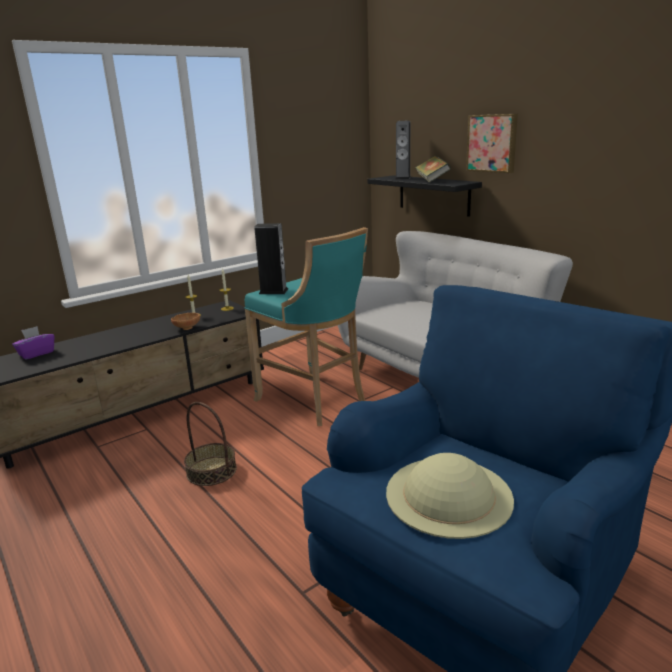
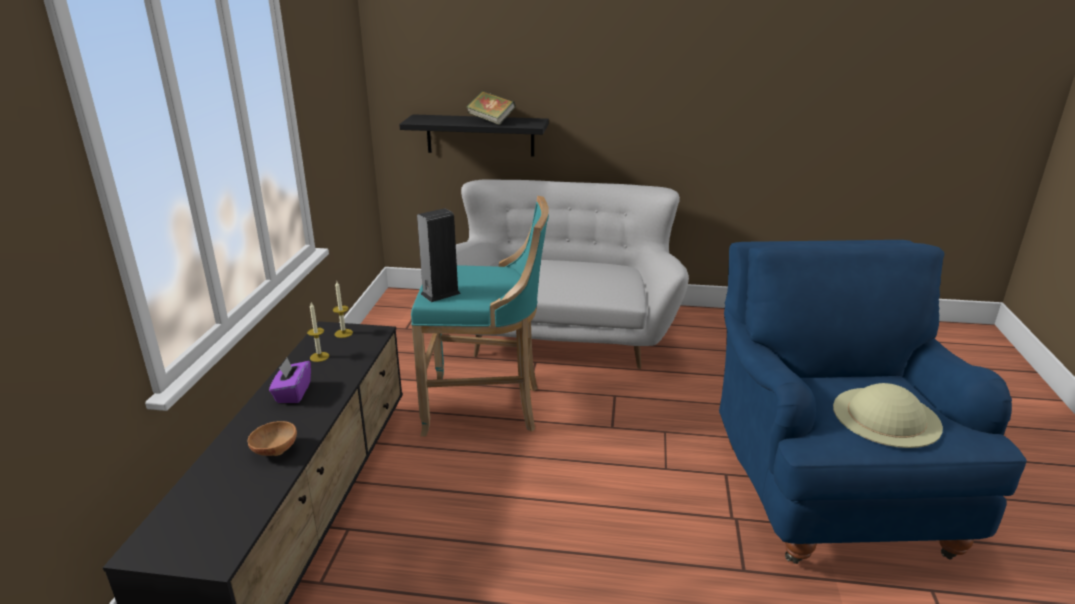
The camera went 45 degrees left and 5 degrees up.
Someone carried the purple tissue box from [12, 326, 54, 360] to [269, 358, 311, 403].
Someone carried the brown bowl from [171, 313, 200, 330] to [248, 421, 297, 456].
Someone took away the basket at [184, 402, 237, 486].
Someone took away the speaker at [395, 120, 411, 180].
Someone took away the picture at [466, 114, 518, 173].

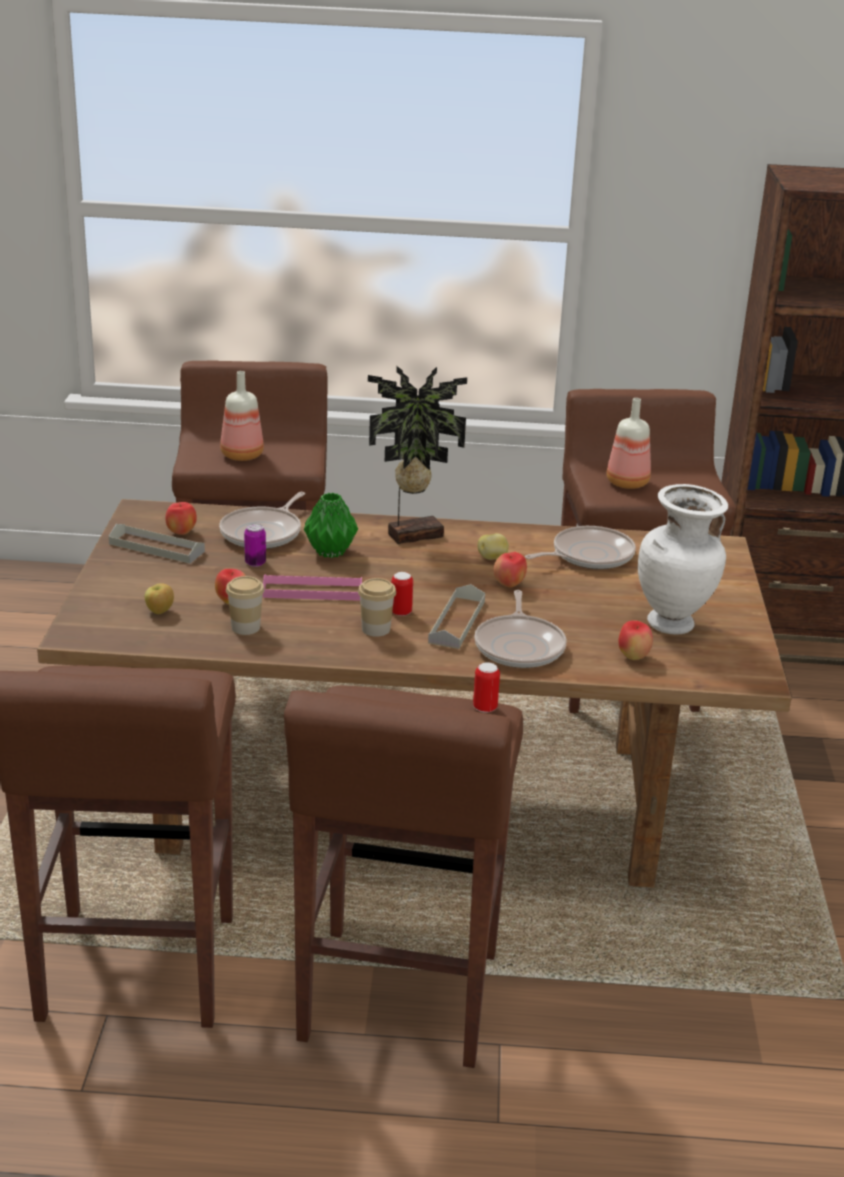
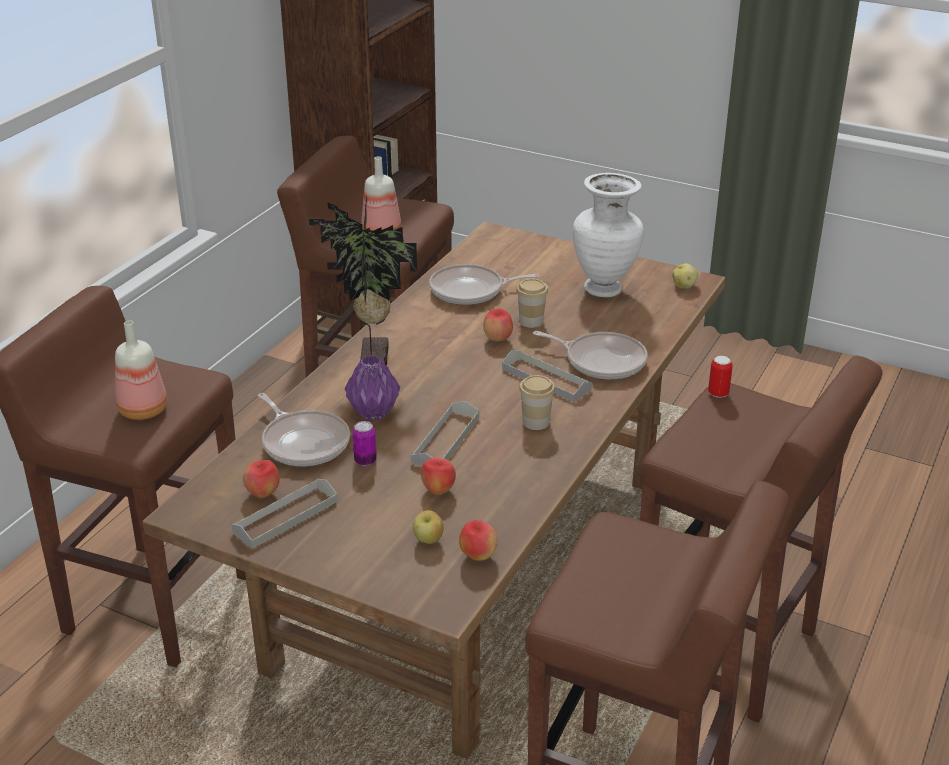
The camera went 65 degrees left and 5 degrees up.
Someone carried the cup from [226, 576, 264, 635] to [516, 279, 548, 328].
Someone repainted the pink tray at [263, 574, 362, 601], which became the grey tray at [411, 401, 479, 466].
Someone repainted the green vase at [304, 493, 358, 558], which became the purple vase at [345, 355, 400, 421].
Someone took away the can at [391, 572, 413, 616].
Someone carried the potato from [477, 533, 509, 560] to [672, 263, 698, 289].
Someone rotated the frying pan at [525, 526, 636, 569] by 90 degrees counterclockwise.
Someone carried the apple from [618, 620, 653, 660] to [459, 520, 498, 561].

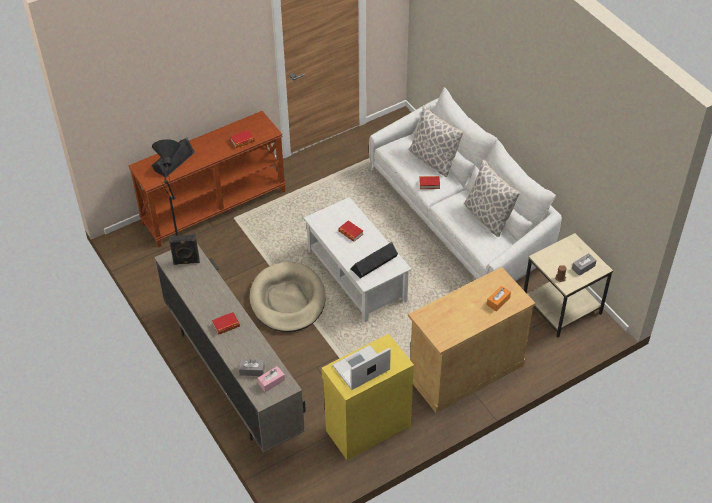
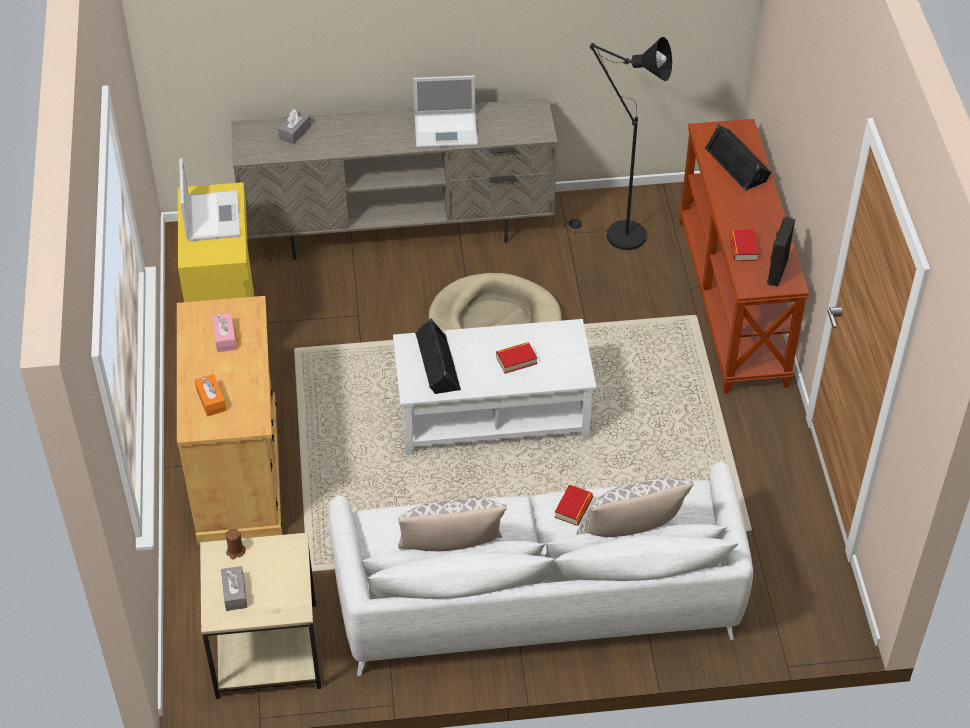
The camera went 115 degrees right and 0 degrees up.
Someone carried the black speaker from [169, 234, 200, 265] to [767, 216, 795, 287].
Someone took away the book at [212, 312, 240, 335].
Someone carried the pink tissue box from [258, 366, 285, 392] to [212, 313, 237, 352].
Someone put down the laptop at [413, 75, 478, 148].

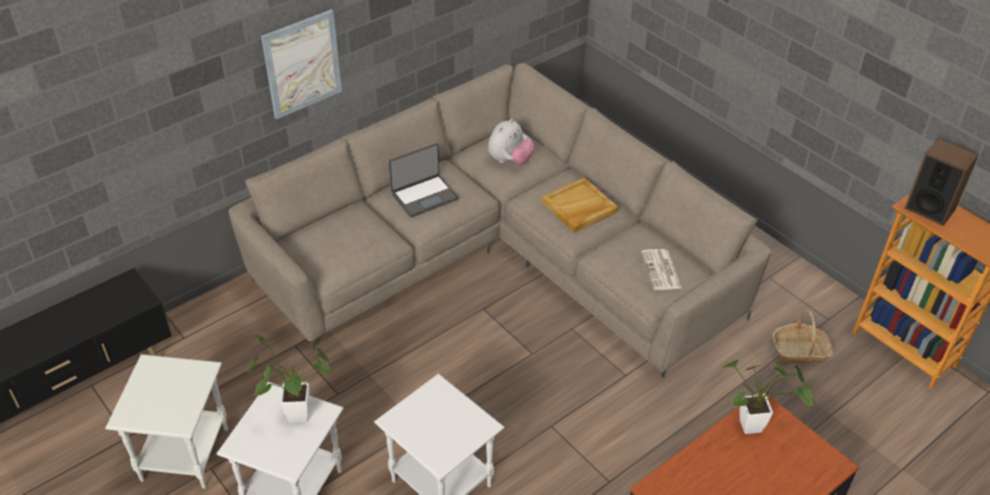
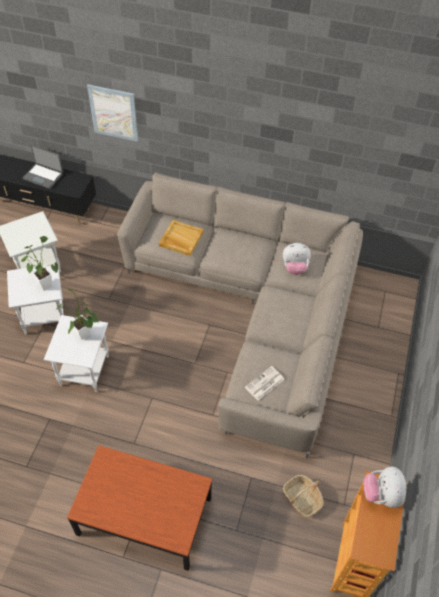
The camera went 55 degrees right and 10 degrees up.
Someone carried the picture from [261, 10, 342, 119] to [87, 84, 138, 142].
Someone carried the laptop from [389, 143, 459, 217] to [22, 145, 63, 189].
Someone carried the beige tray from [542, 178, 618, 233] to [159, 220, 203, 256].
Someone carried the potted plant from [722, 360, 814, 434] to [56, 289, 99, 340].
Someone swapped the speaker at [904, 138, 979, 226] for the plush toy at [363, 466, 406, 508].

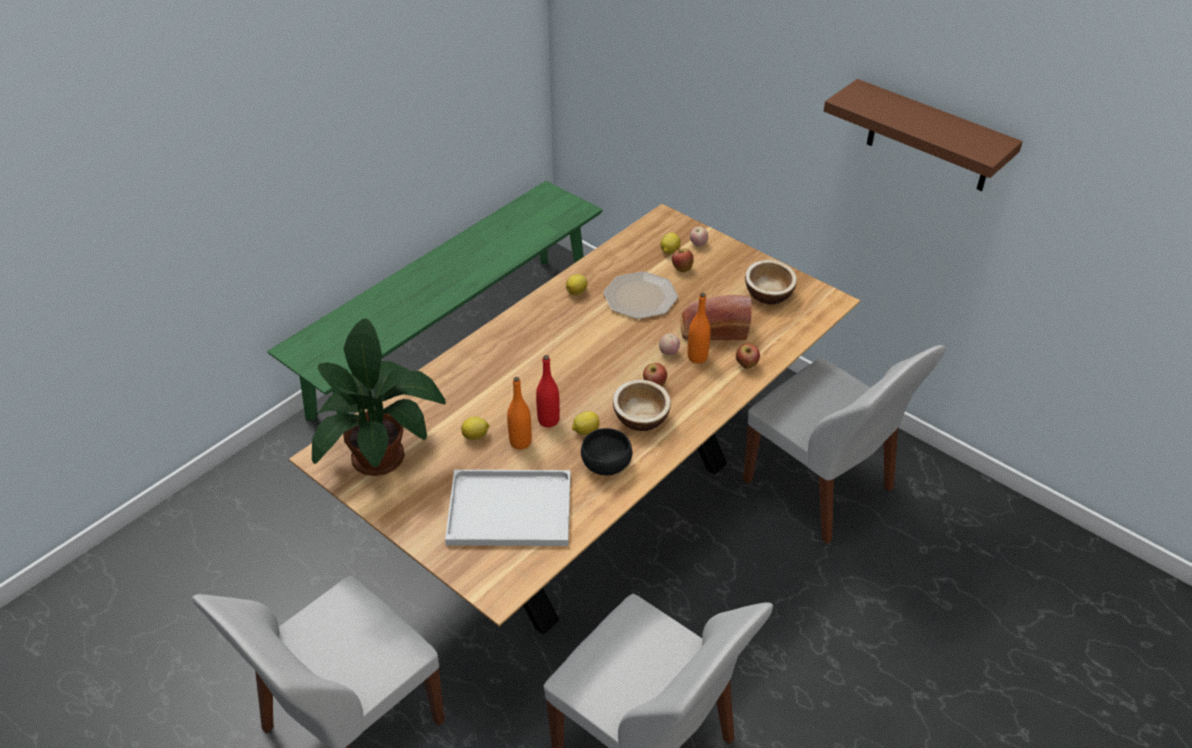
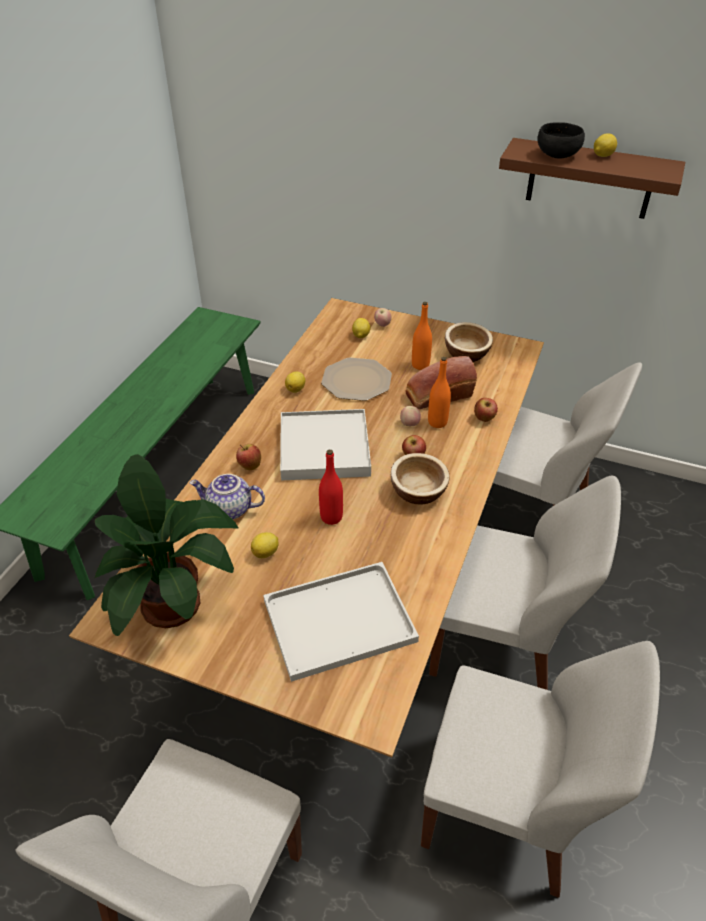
The camera went 20 degrees left and 0 degrees up.
Someone carried the orange bottle from [507, 377, 532, 450] to [412, 302, 432, 370].
Someone carried the lemon from [572, 411, 600, 435] to [594, 133, 617, 157].
Someone carried the black bowl from [581, 428, 633, 476] to [537, 122, 585, 159].
Someone carried the apple from [672, 247, 694, 272] to [236, 444, 261, 470].
Someone put down the teapot at [189, 474, 265, 520].
Someone put down the white tray at [280, 409, 371, 480].
Someone put down the white chair at [429, 476, 621, 690].

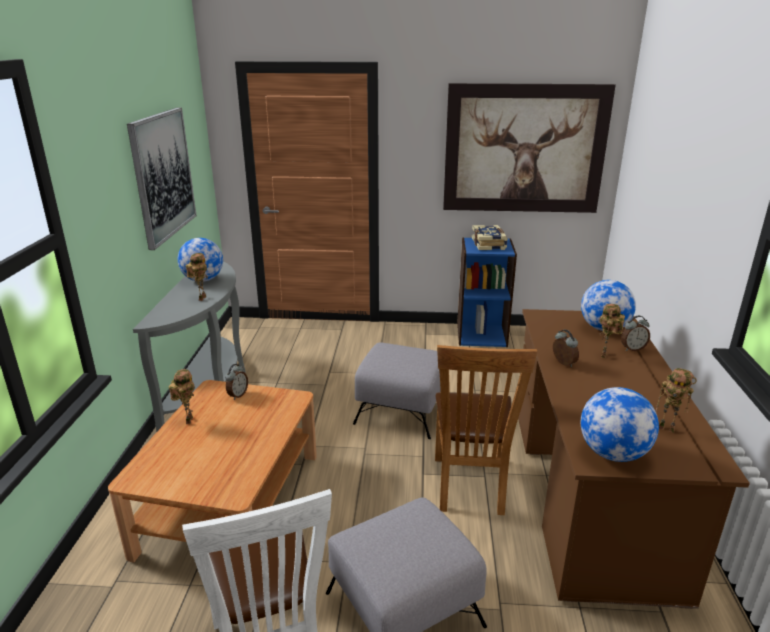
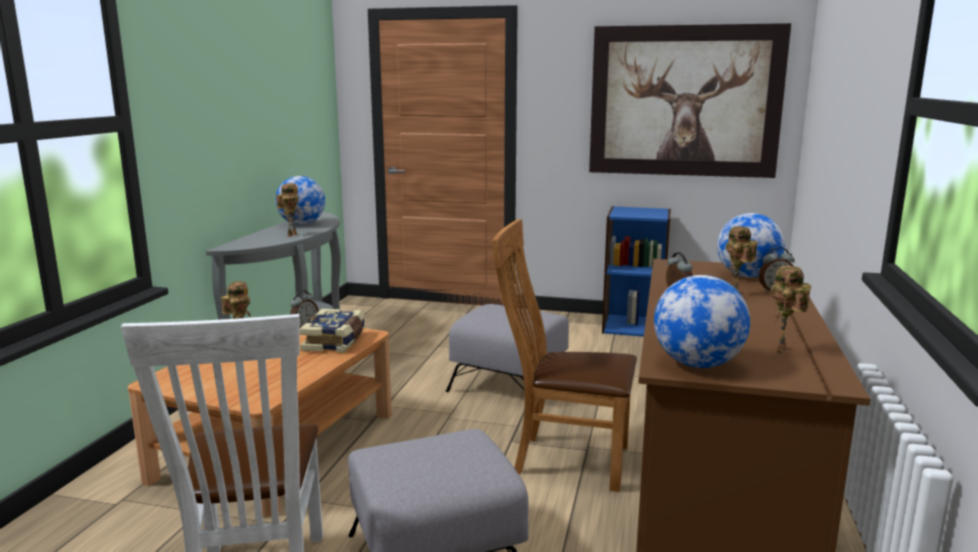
The camera went 10 degrees right and 10 degrees down.
Someone took away the picture at [127, 108, 197, 250].
Someone rotated the brown chair at [435, 345, 537, 515] by 90 degrees clockwise.
Someone carried the book from [472, 225, 508, 250] to [300, 309, 365, 353].
Someone rotated the toy robot at [656, 368, 697, 433] by 75 degrees clockwise.

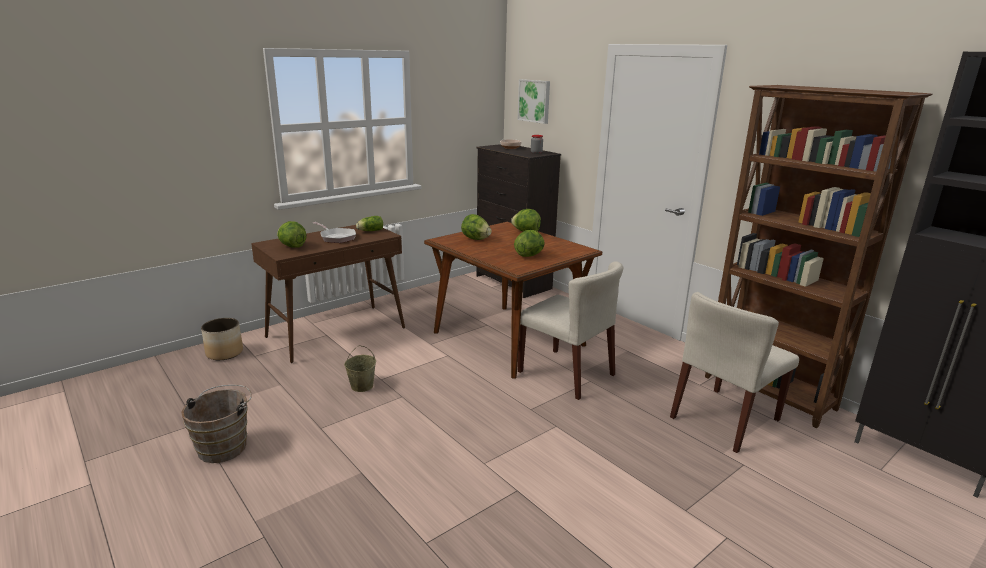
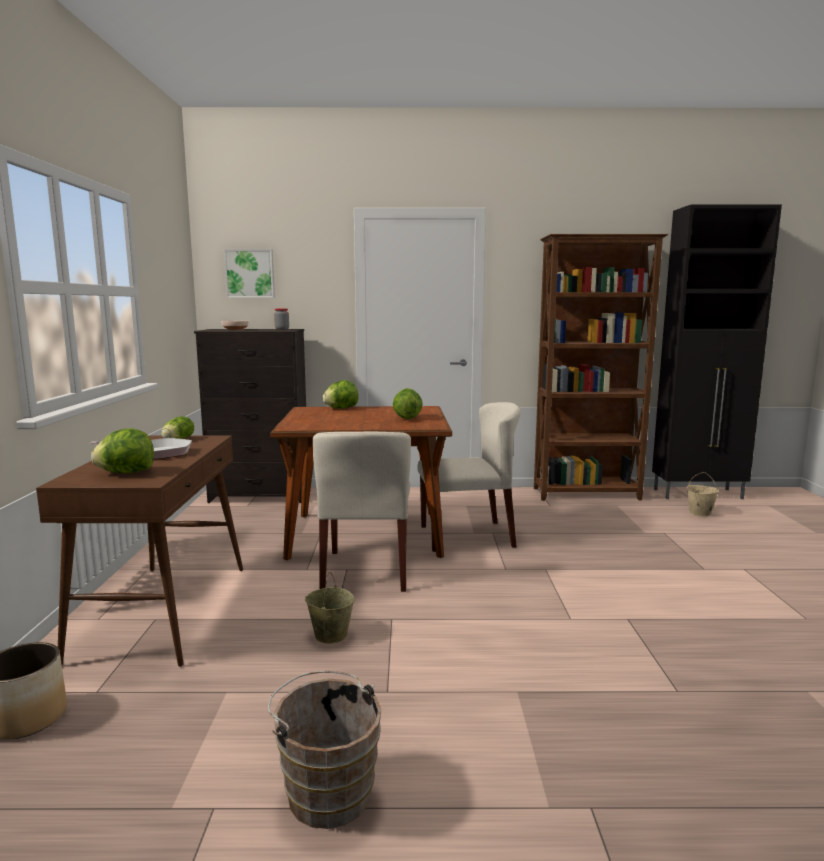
The camera went 50 degrees left and 10 degrees down.
Someone took away the lettuce at [461, 214, 492, 240].
Someone carried the beige chair from [670, 292, 799, 453] to [313, 432, 411, 592].
Someone put down the beige bucket at [687, 472, 719, 517].

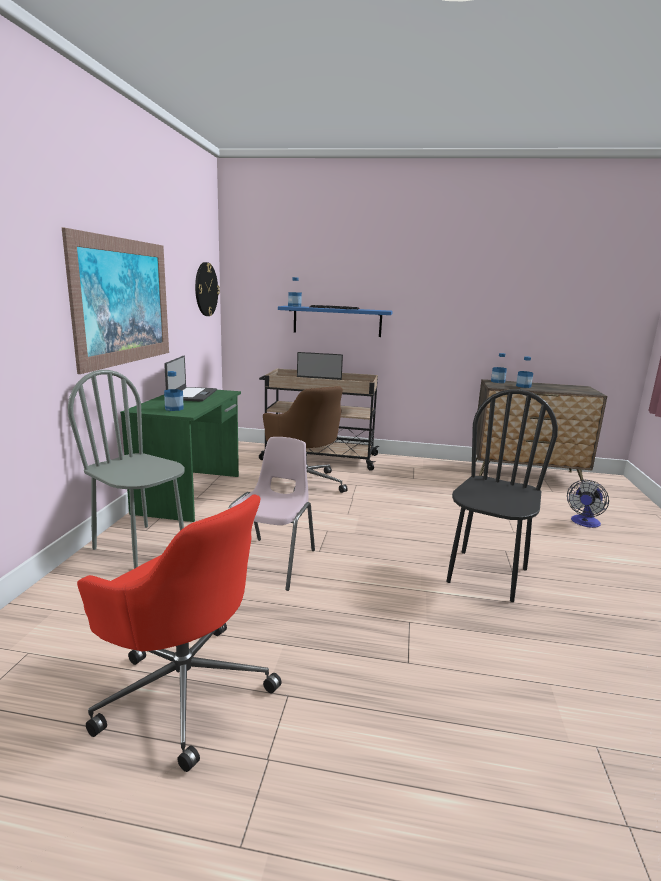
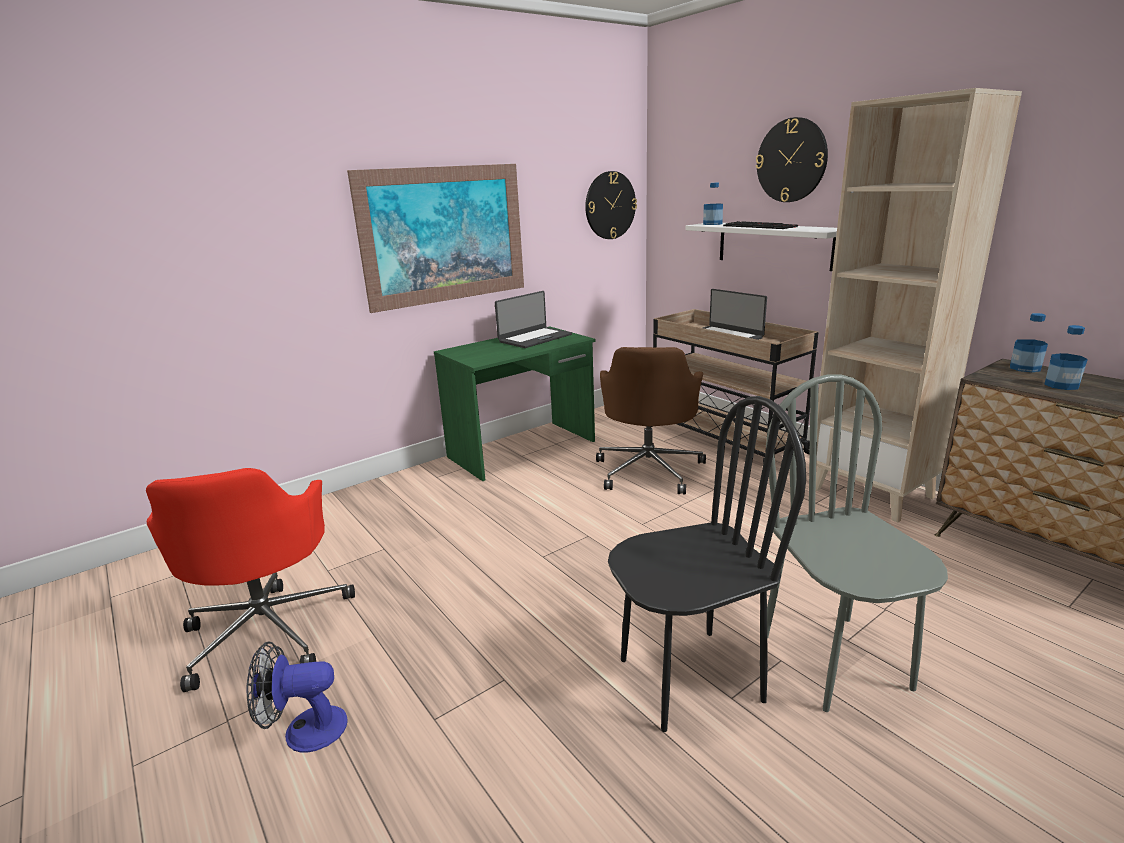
The camera went 45 degrees right and 5 degrees up.
Someone carried the grey chair from [68, 370, 185, 569] to [766, 374, 948, 712].
Someone took away the bottle at [164, 371, 184, 411].
Someone took away the pink chair at [228, 437, 315, 591].
Someone repainted the blue shelf at [278, 306, 393, 337], which became the white shelf at [685, 223, 837, 271].
Someone carried the fan from [567, 480, 609, 528] to [247, 641, 348, 753].
Someone put up the wall clock at [756, 117, 828, 202].
Someone put down the beige bookcase at [816, 88, 1022, 523].

